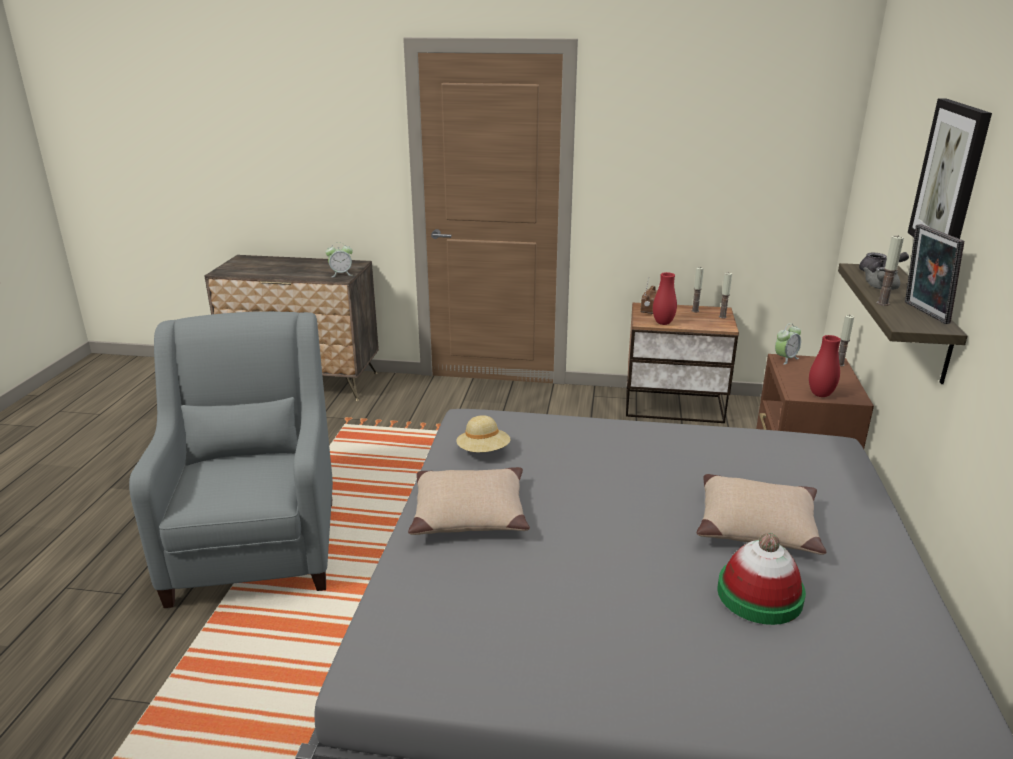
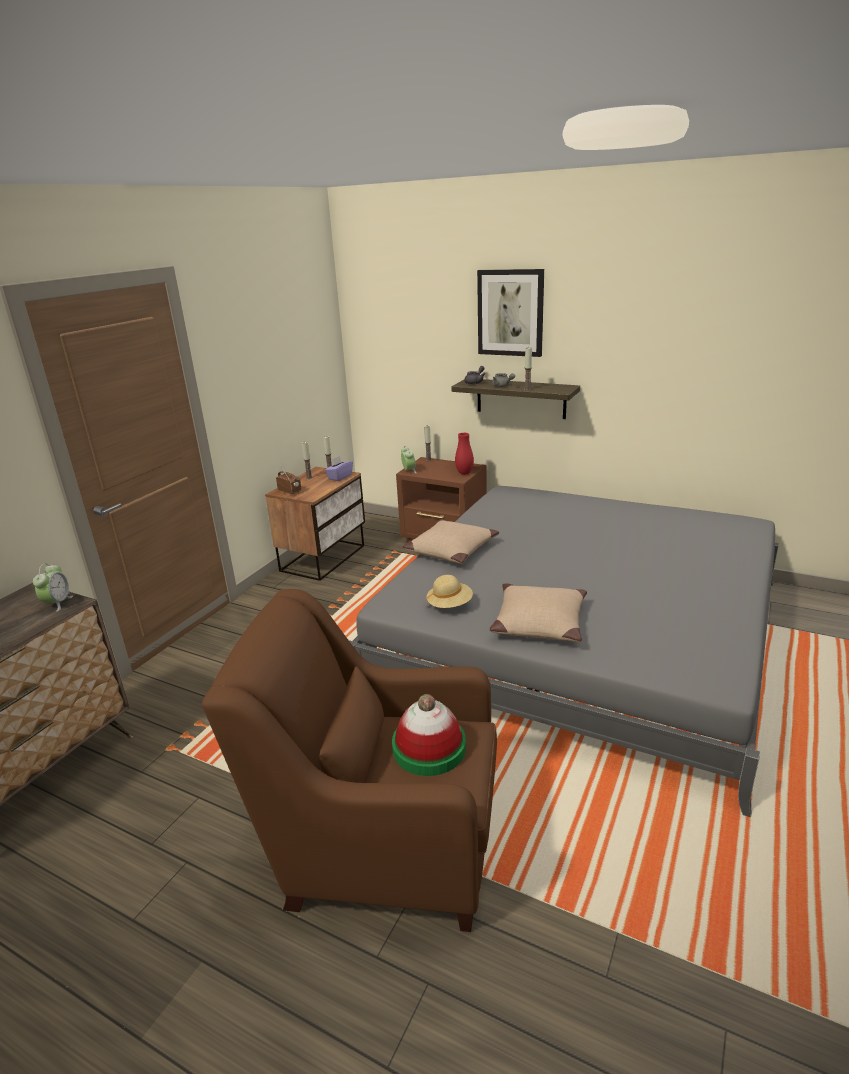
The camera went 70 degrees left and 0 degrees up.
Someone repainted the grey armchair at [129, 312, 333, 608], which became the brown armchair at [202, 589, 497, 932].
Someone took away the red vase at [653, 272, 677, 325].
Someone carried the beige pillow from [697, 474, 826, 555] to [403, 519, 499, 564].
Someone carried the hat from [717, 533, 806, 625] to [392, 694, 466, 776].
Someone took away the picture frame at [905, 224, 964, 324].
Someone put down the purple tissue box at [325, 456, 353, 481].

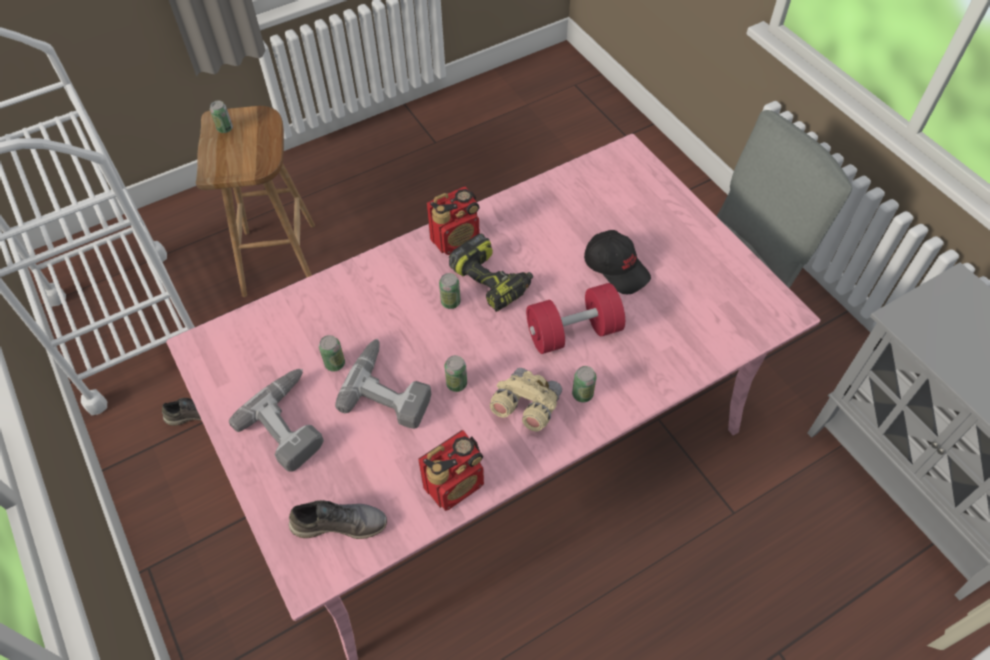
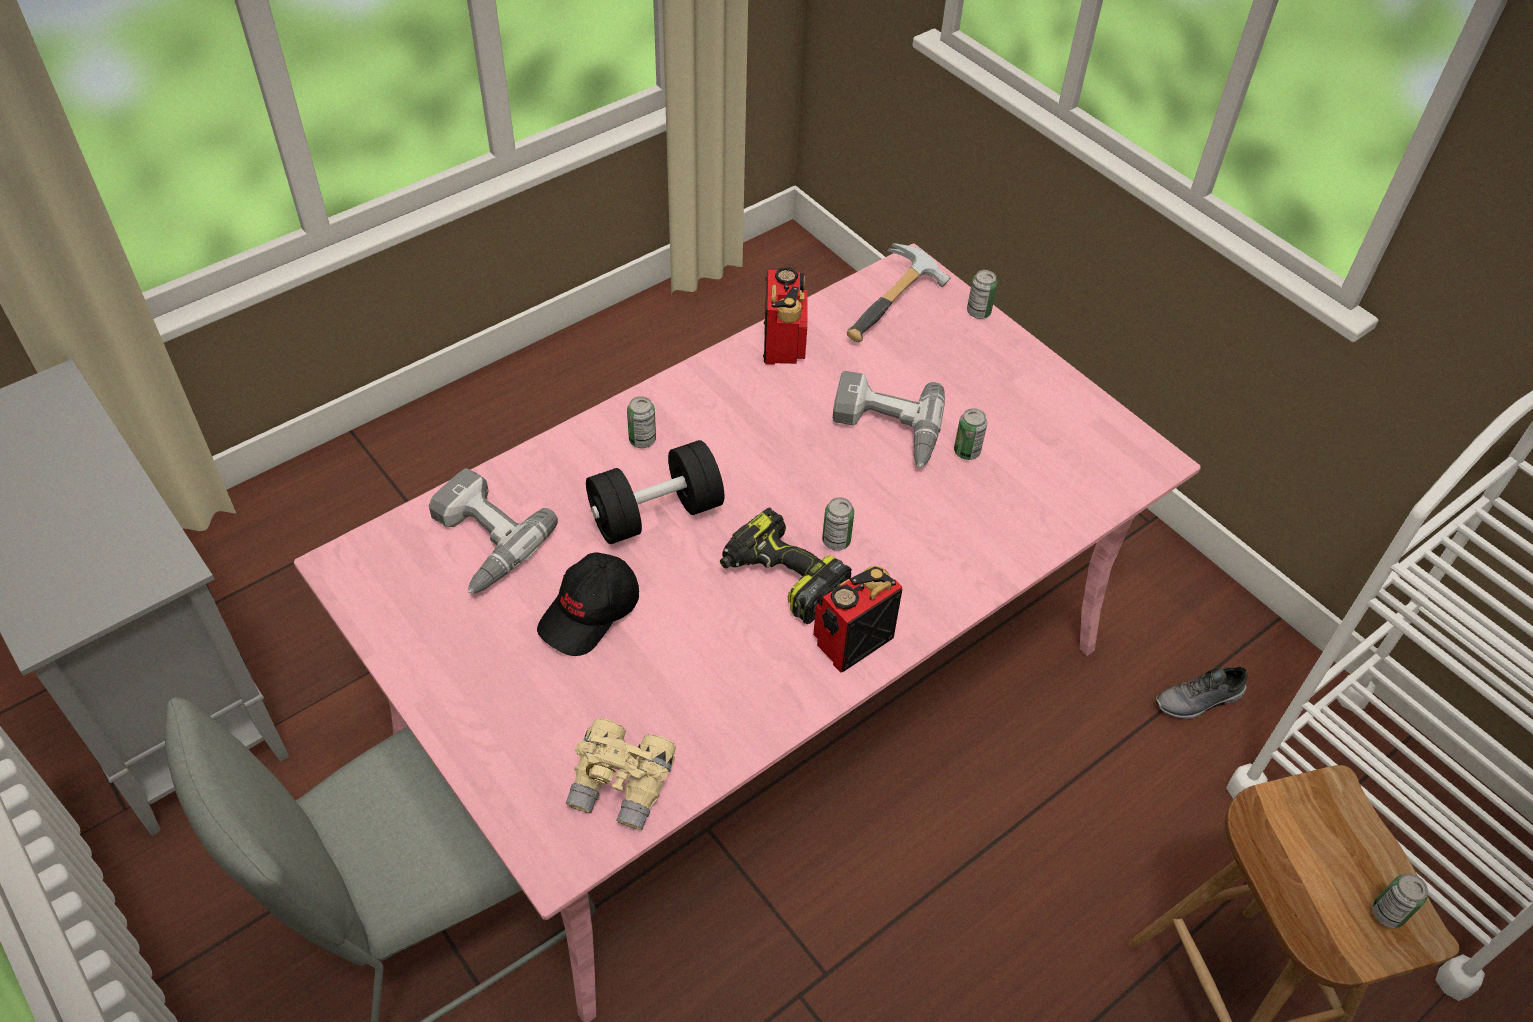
The camera went 170 degrees right and 5 degrees down.
Someone carried the power drill from [229, 369, 324, 472] to [429, 468, 558, 594].
Someone swapped the grey shoe at [289, 500, 387, 539] for the hammer at [847, 243, 951, 342].
Someone rotated the radio at [418, 430, 484, 511] by 135 degrees clockwise.
Someone carried the can from [444, 355, 467, 392] to [967, 270, 998, 319].
Someone carried the beige binoculars from [490, 368, 562, 431] to [566, 718, 676, 830].
Someone repainted the red dumbbell at [526, 283, 625, 354], which became the black dumbbell at [586, 440, 724, 544].
Someone rotated the black cap at [584, 230, 651, 294] by 90 degrees counterclockwise.

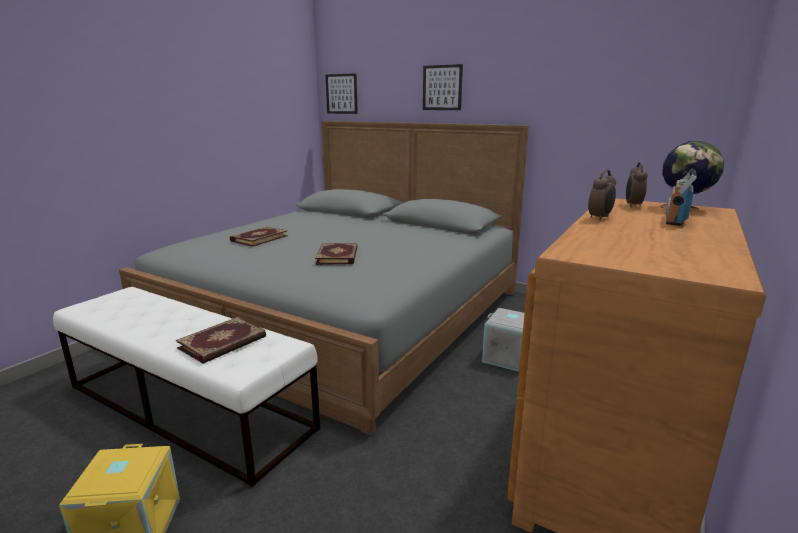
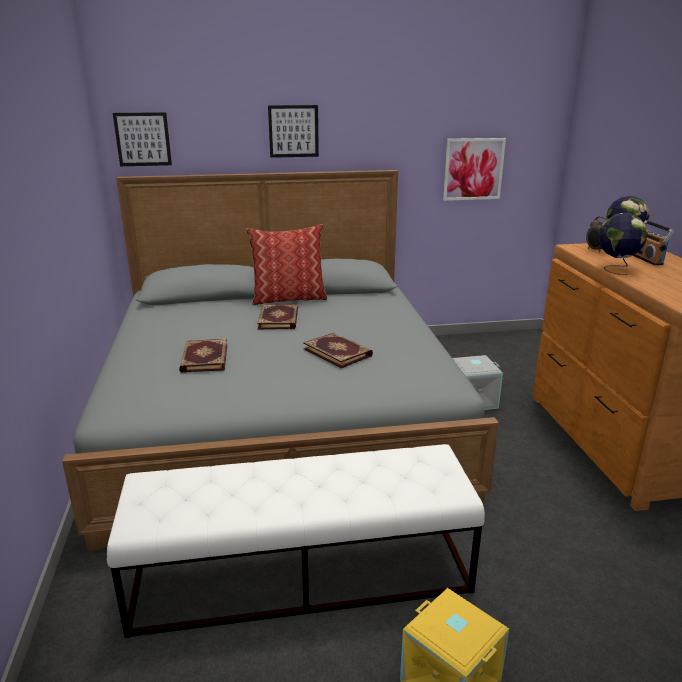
The camera went 40 degrees left and 5 degrees up.
Someone carried the book from [176, 317, 266, 364] to [257, 304, 298, 330].
Someone swapped the alarm clock at [588, 170, 616, 221] for the globe at [599, 213, 648, 275].
Someone put down the pillow at [246, 224, 327, 305].
Someone put up the picture at [443, 138, 506, 201].

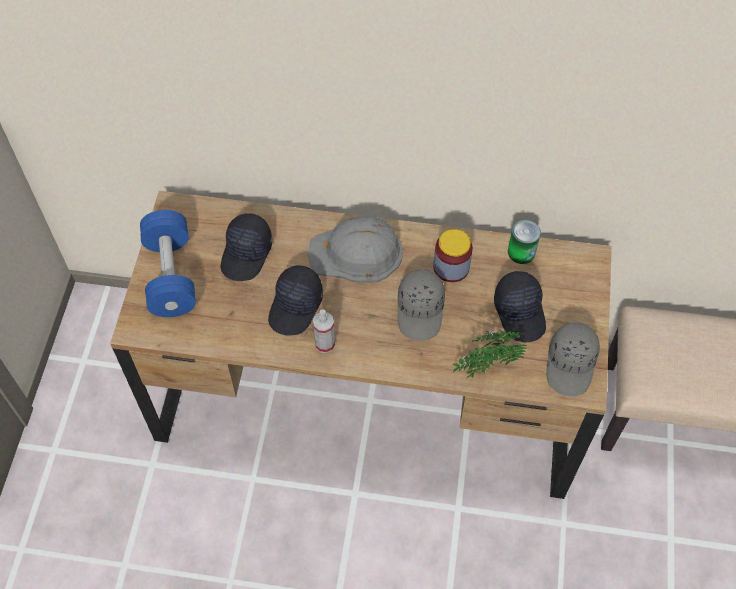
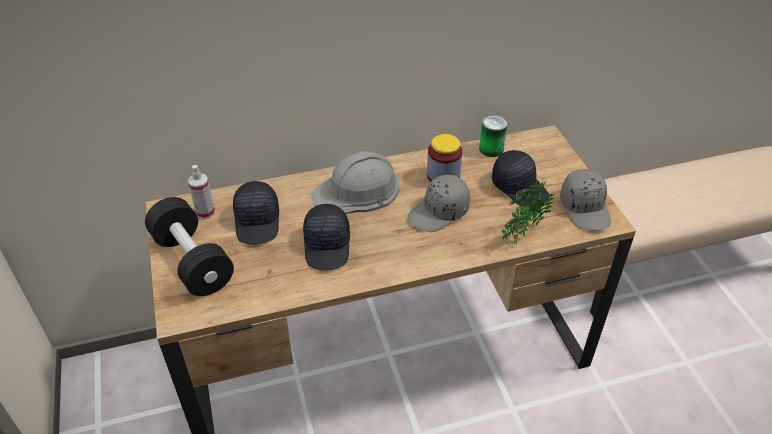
The camera went 25 degrees left and 15 degrees down.
Someone repainted the blue dumbbell at [140, 210, 196, 317], which became the black dumbbell at [145, 197, 234, 296].
Someone carried the spray bottle from [313, 309, 335, 353] to [188, 165, 215, 219].
Someone rotated the grey cap at [398, 269, 445, 341] by 75 degrees clockwise.

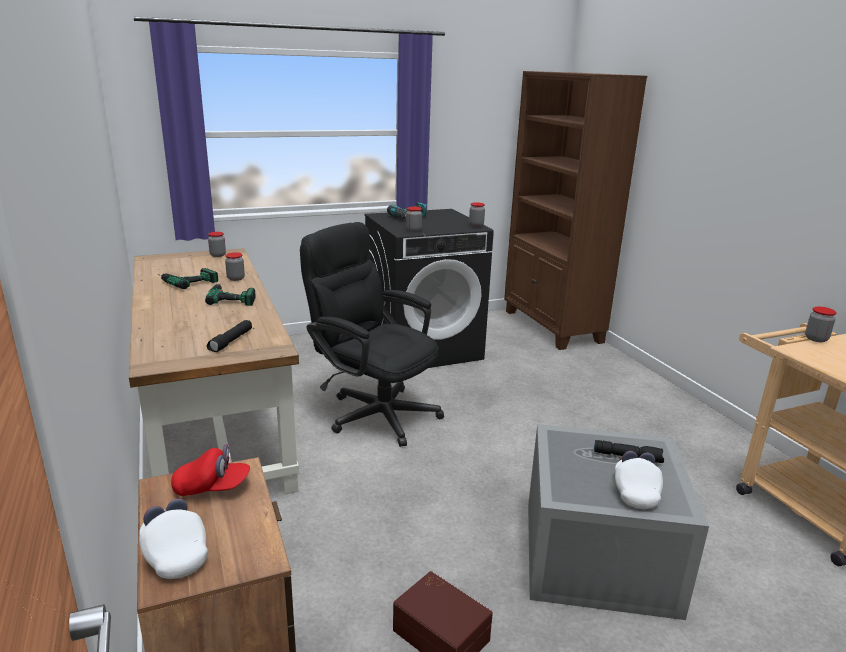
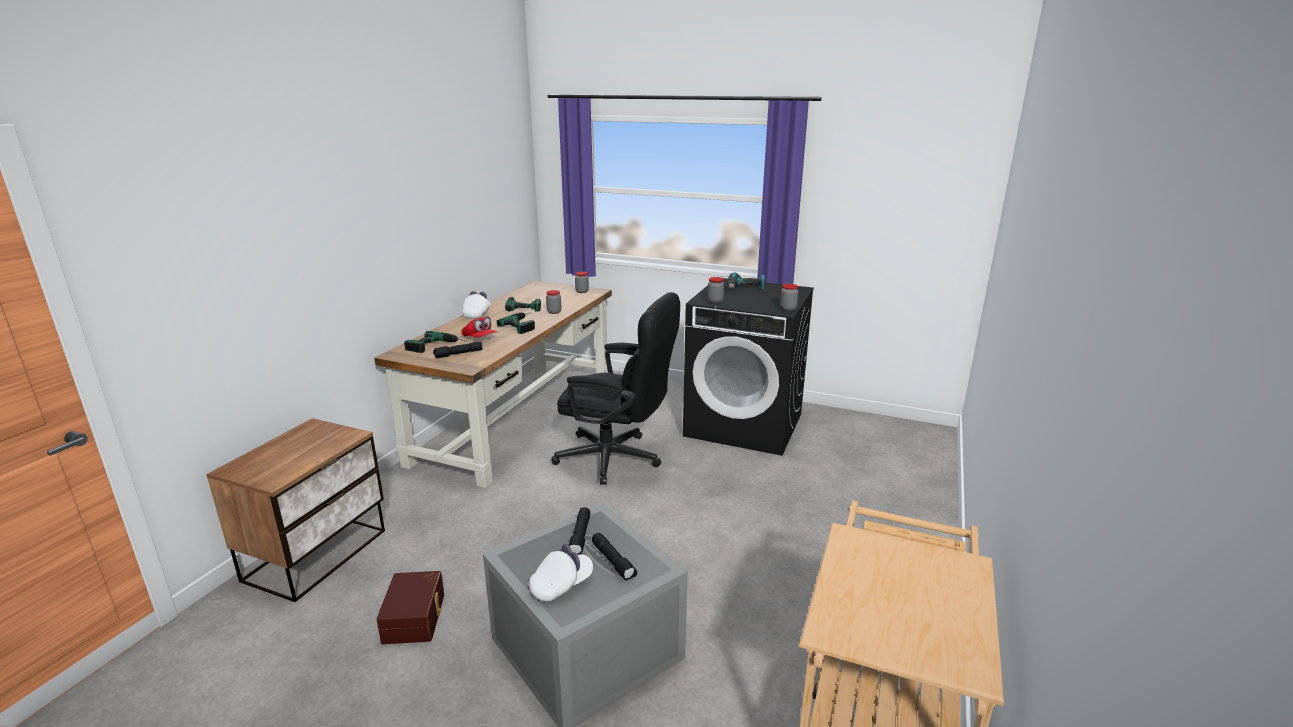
The camera went 45 degrees right and 0 degrees up.
Someone carried the white cap from [139, 499, 208, 579] to [462, 291, 490, 319].
Someone carried the red cap from [171, 444, 250, 496] to [462, 316, 497, 338].
Someone rotated the black office chair at [300, 222, 444, 447] by 120 degrees clockwise.
Someone took away the brown bookcase at [504, 71, 647, 350].
Someone took away the jar at [805, 307, 837, 342].
Someone put down the power drill at [404, 331, 465, 353].
Someone put down the black flashlight at [569, 507, 590, 555].

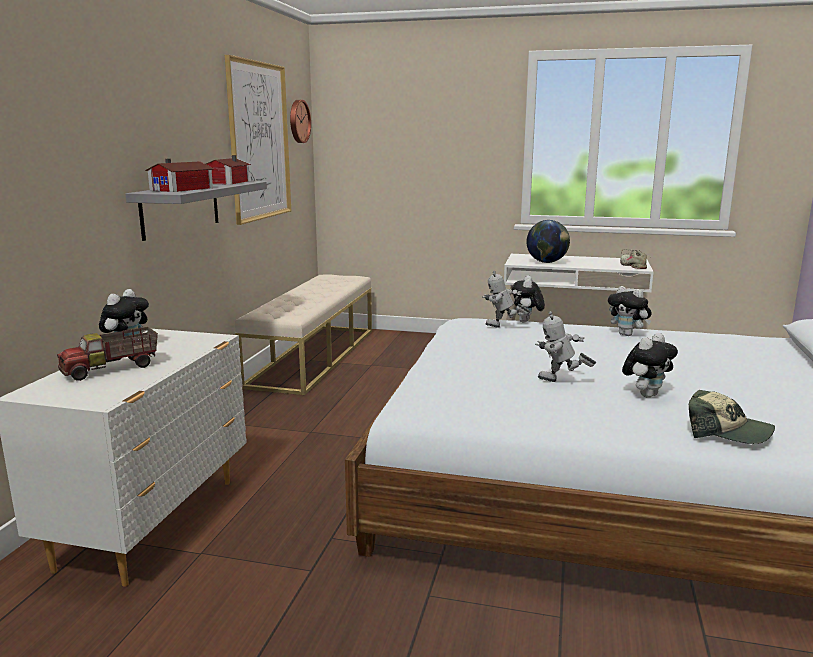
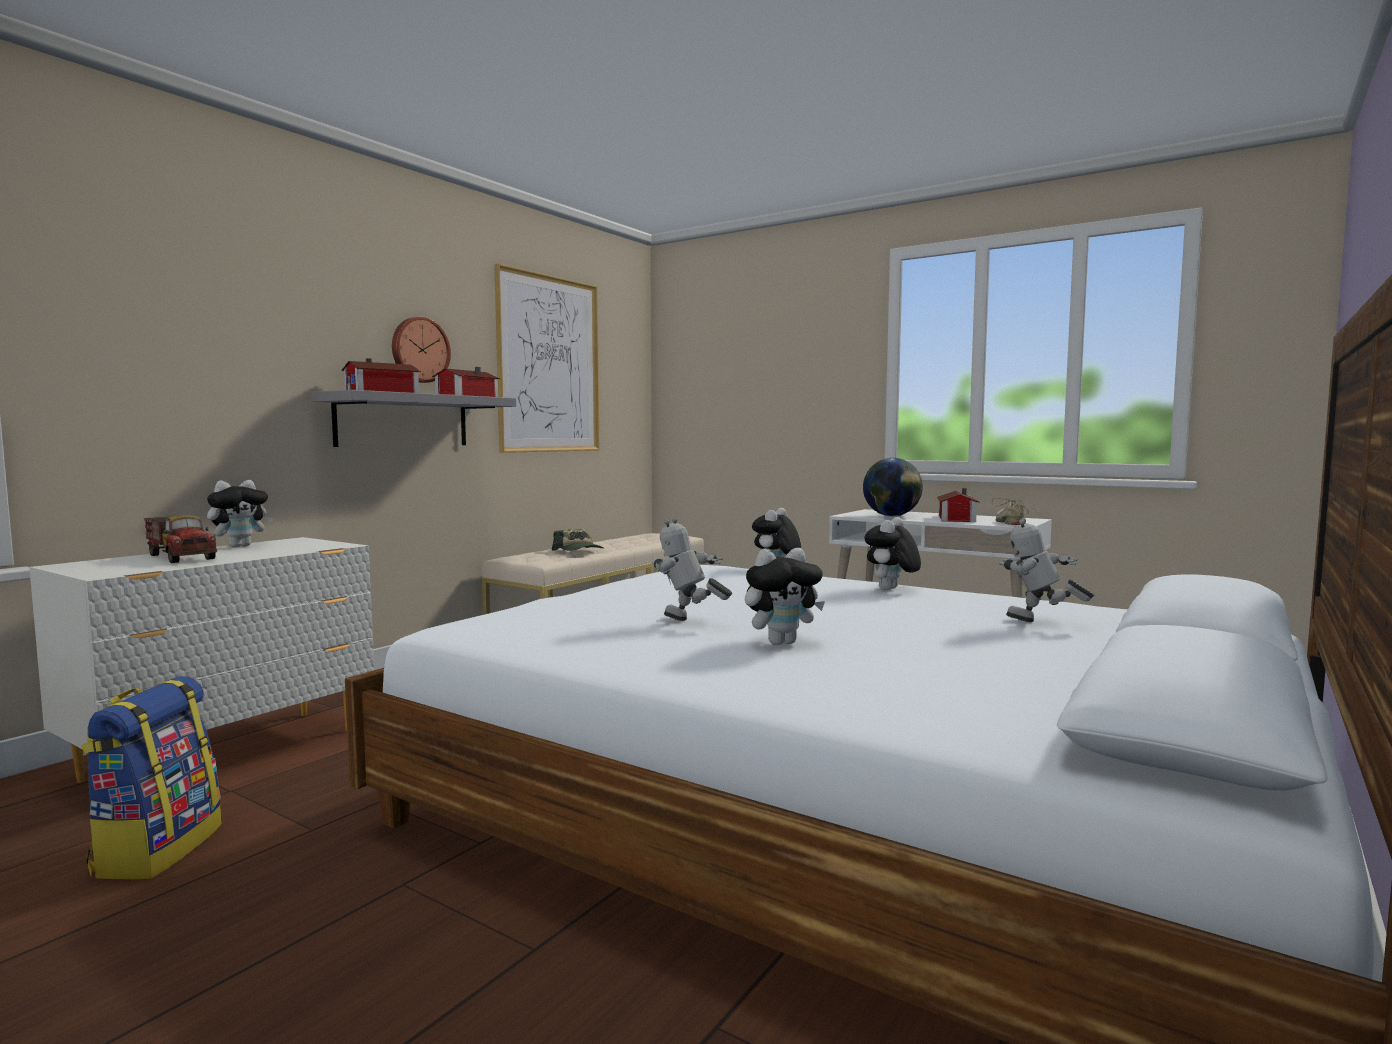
The camera went 20 degrees right and 10 degrees down.
Someone rotated the toy truck at [57, 327, 158, 381] by 120 degrees counterclockwise.
Someone carried the wall clock from [290, 100, 311, 143] to [392, 317, 451, 383].
Someone carried the toy robot from [482, 271, 531, 328] to [999, 518, 1094, 622].
Someone rotated the plush toy at [608, 286, 652, 336] by 60 degrees clockwise.
Someone carried the cap from [689, 390, 775, 444] to [552, 529, 603, 551].
Someone put down the backpack at [82, 676, 222, 879].
Someone put down the toy house at [937, 488, 980, 522].

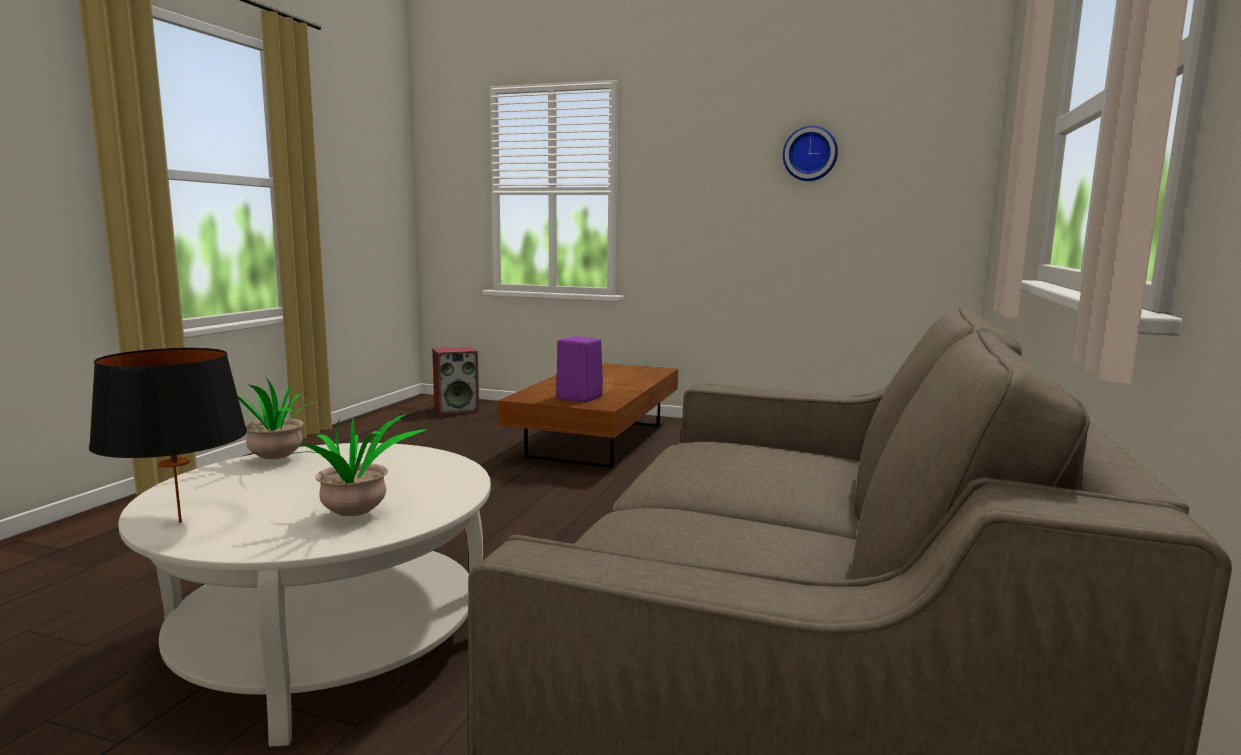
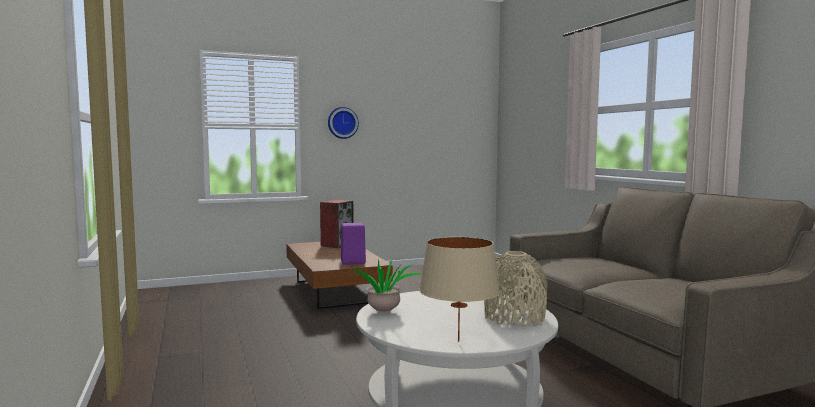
The camera went 40 degrees left and 5 degrees down.
Someone repainted the black table lamp at [89, 348, 247, 523], which became the beige table lamp at [419, 237, 500, 342].
Someone swapped the potted plant at [285, 413, 428, 516] for the beige vase at [484, 251, 548, 326].
Someone carried the speaker from [432, 347, 479, 416] to [320, 200, 354, 248].
Someone carried the wall clock from [783, 125, 838, 181] to [328, 107, 359, 139].

